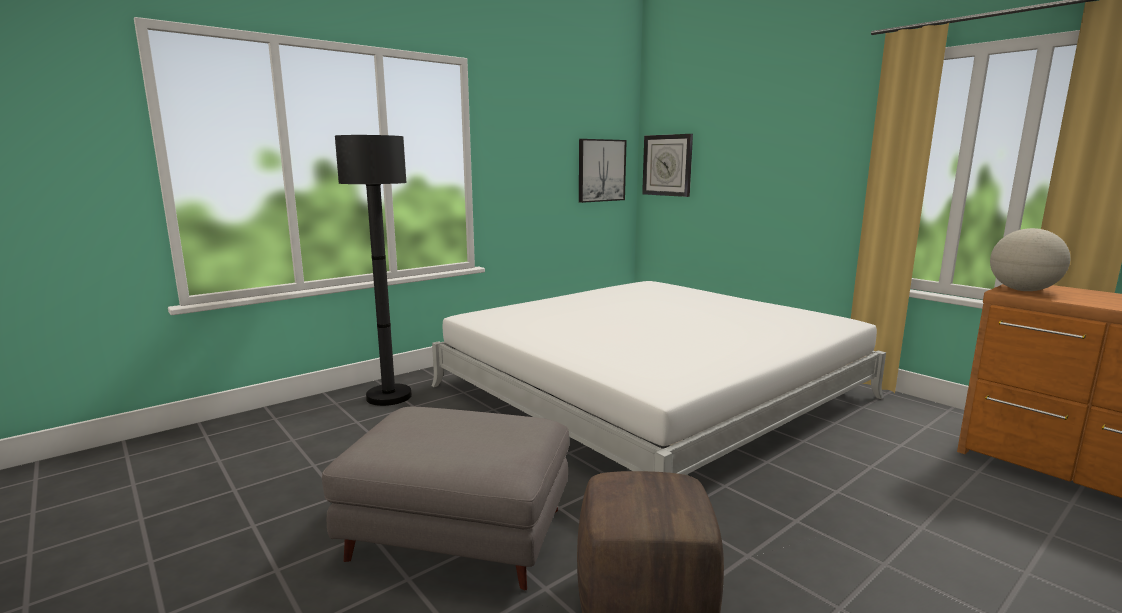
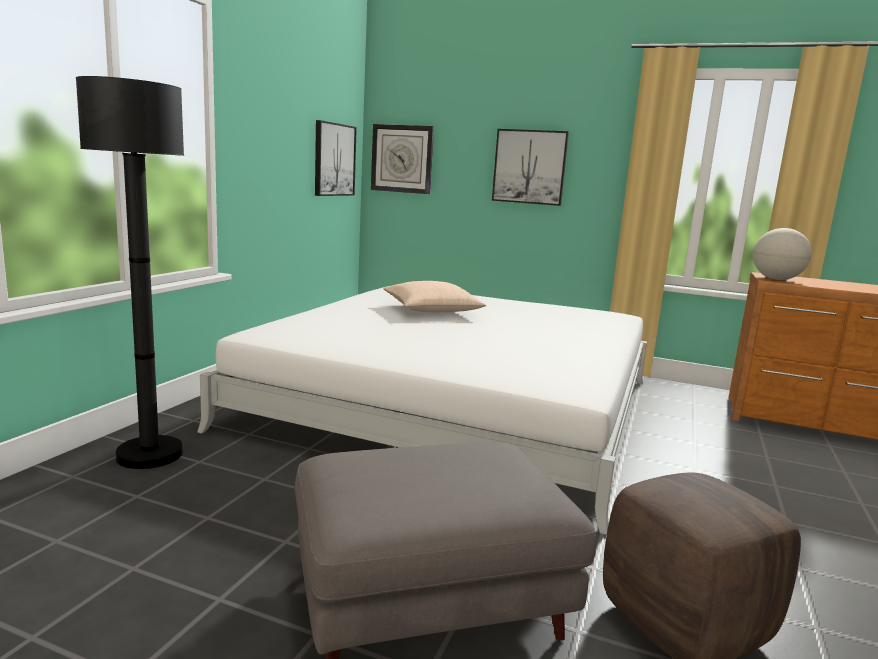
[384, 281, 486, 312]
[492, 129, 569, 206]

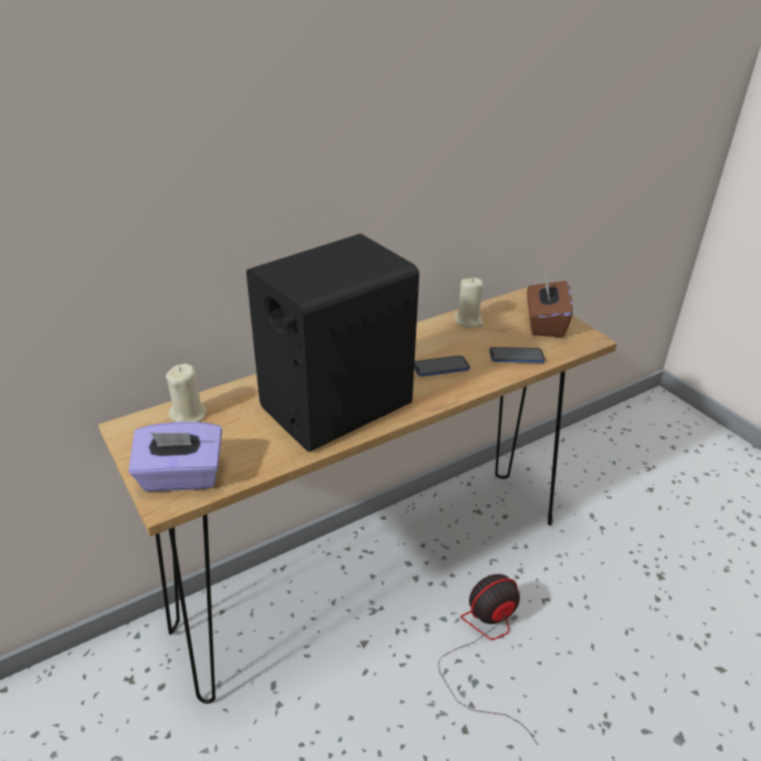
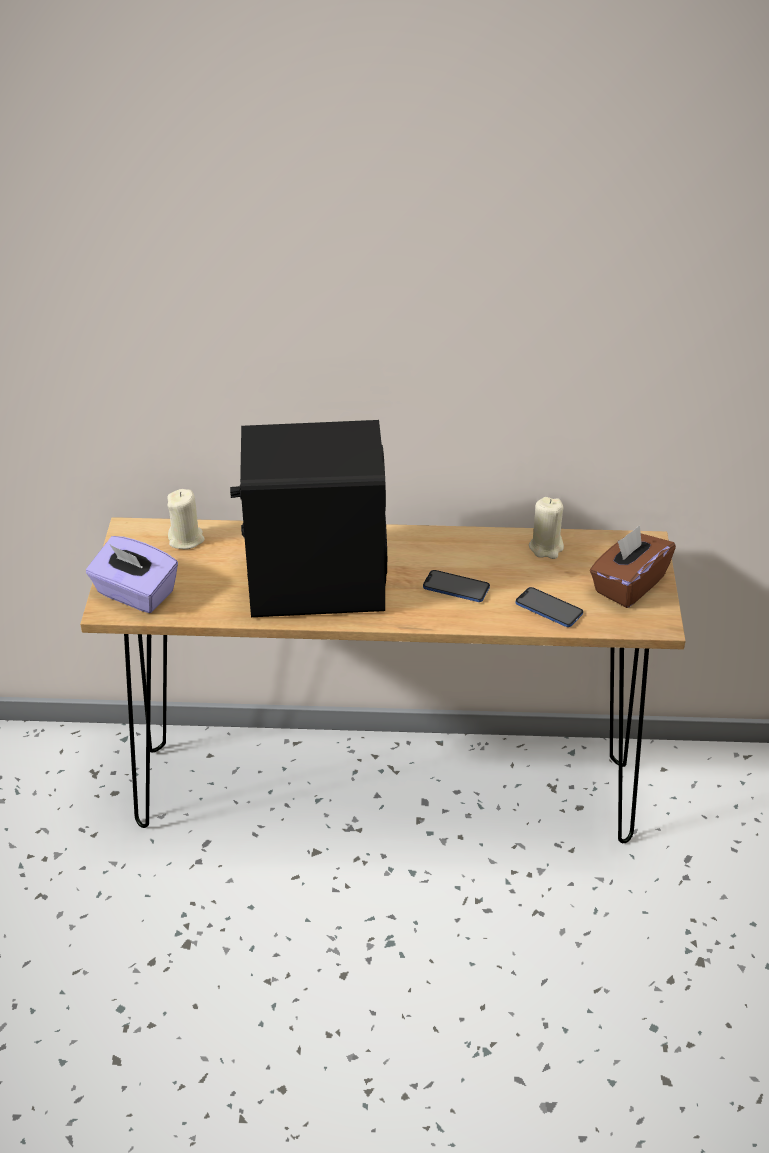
[438, 574, 538, 745] (first image)

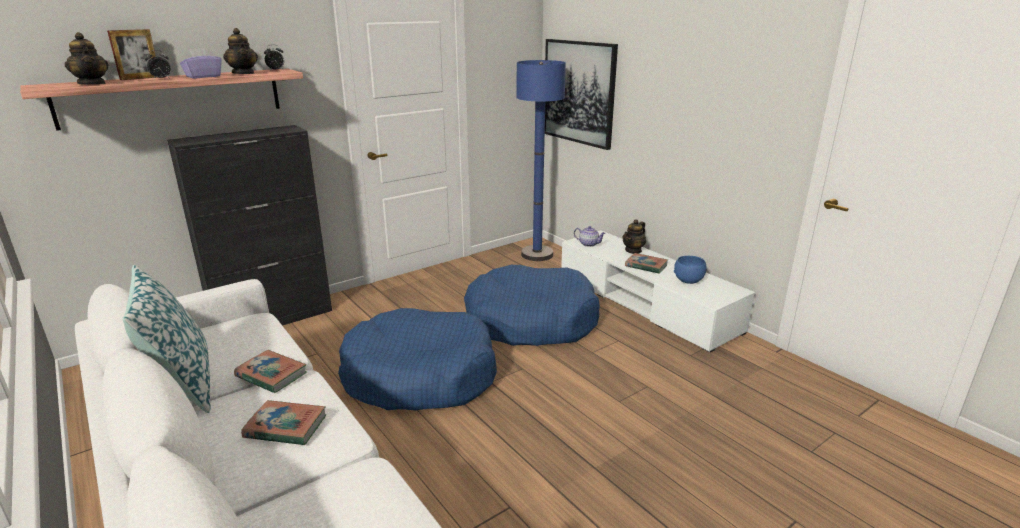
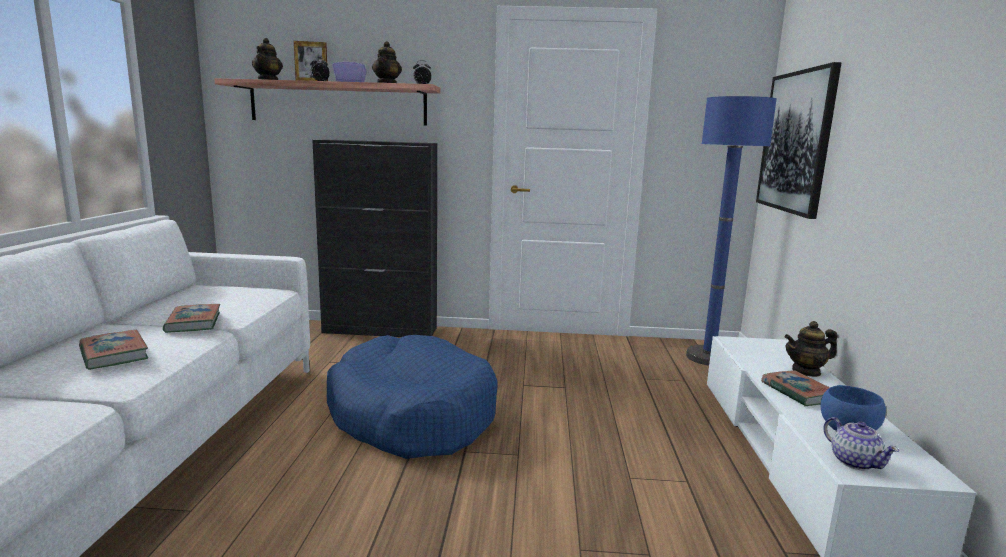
[123, 265, 210, 413] (first image)
[464, 265, 600, 346] (first image)
[823, 417, 899, 471]

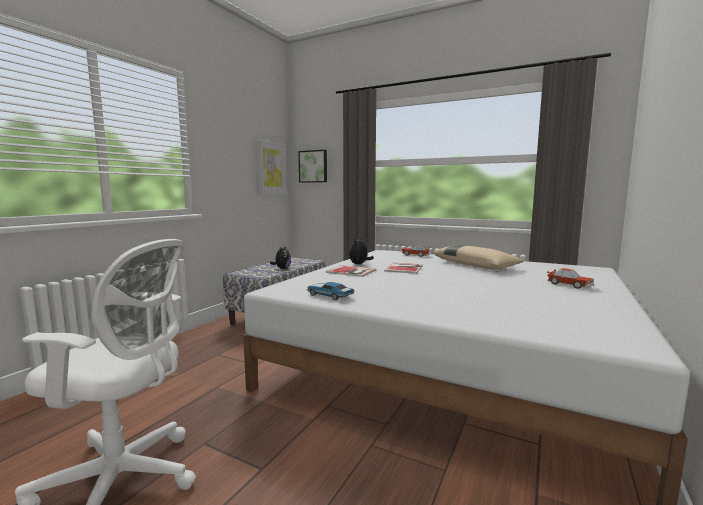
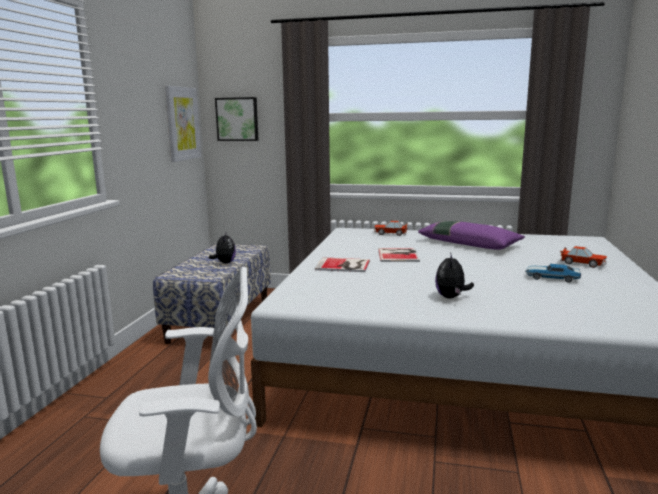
[525, 264, 581, 283]
[435, 252, 474, 299]
[418, 221, 525, 250]

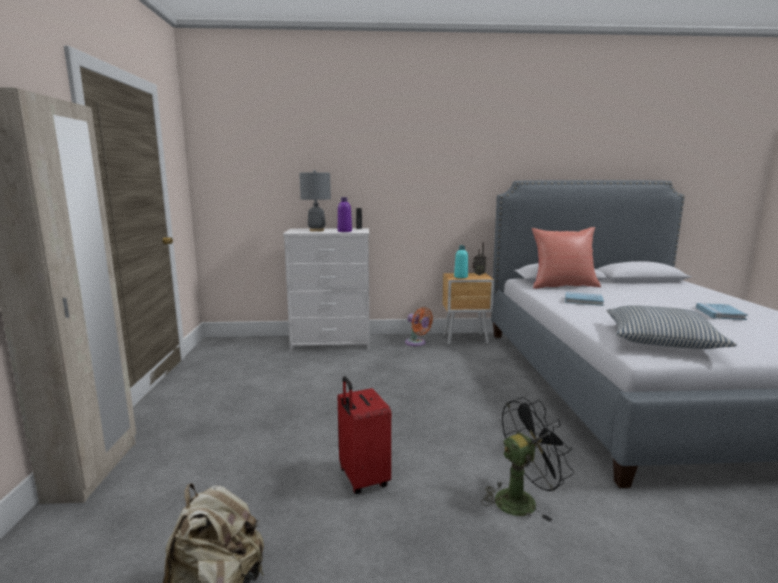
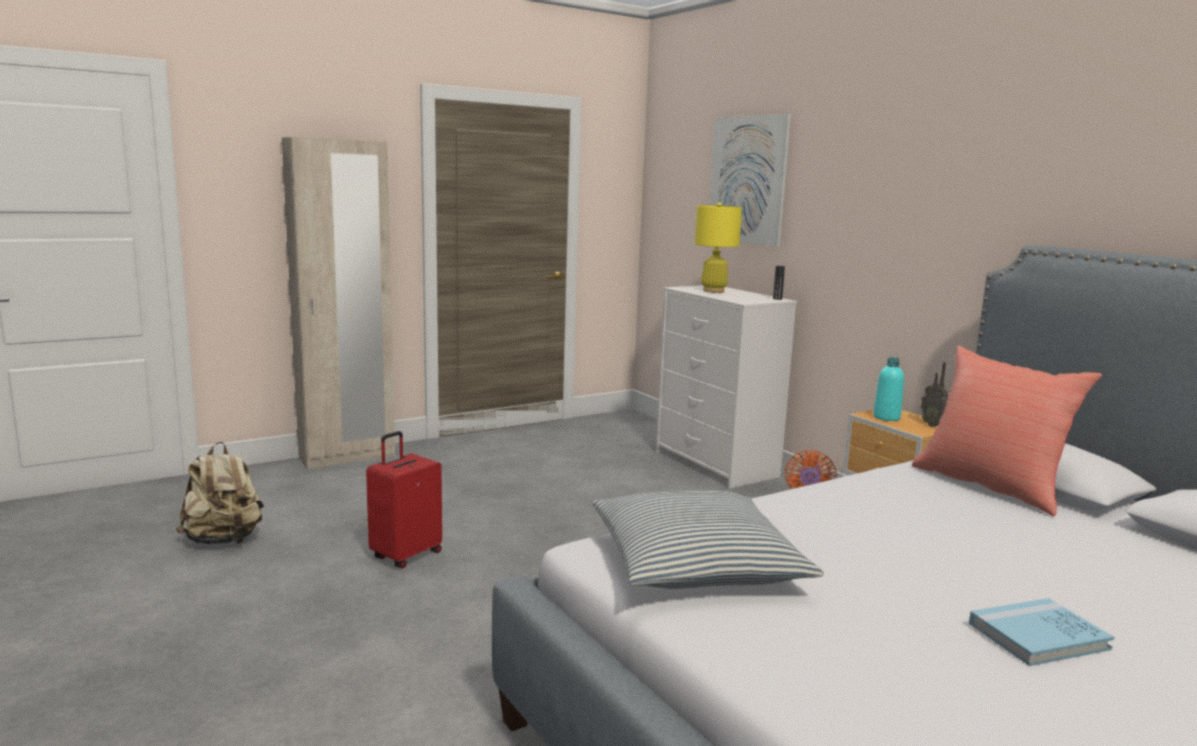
[695, 202, 742, 293]
[338, 197, 352, 232] (first image)
[481, 397, 574, 522] (first image)
[565, 292, 604, 306] (first image)
[709, 114, 791, 247]

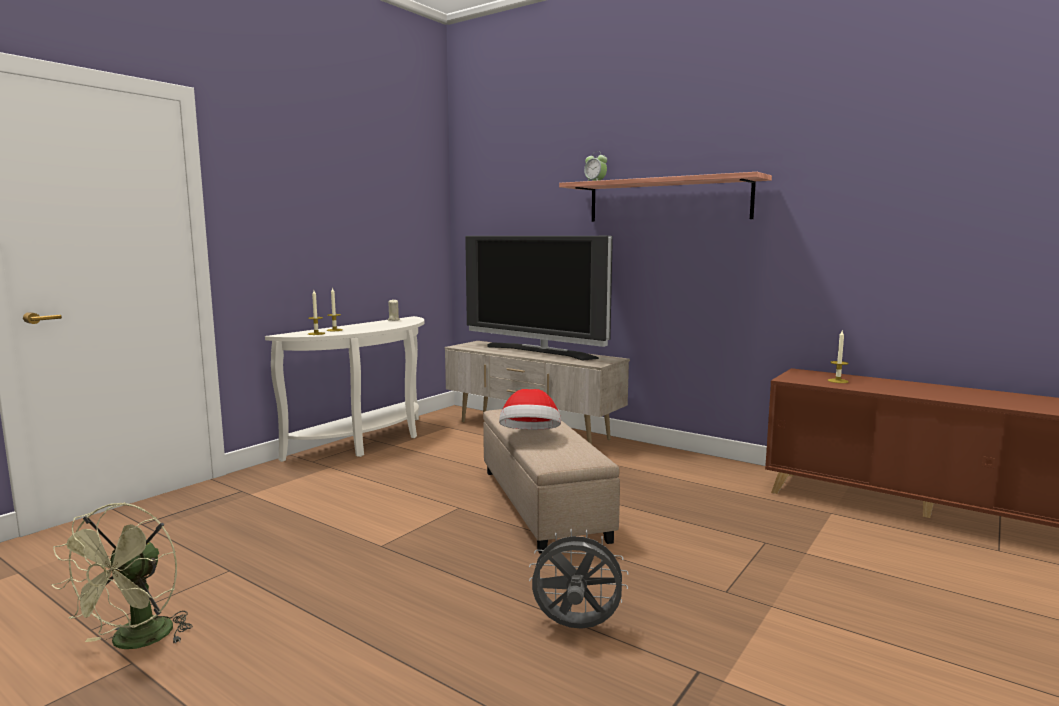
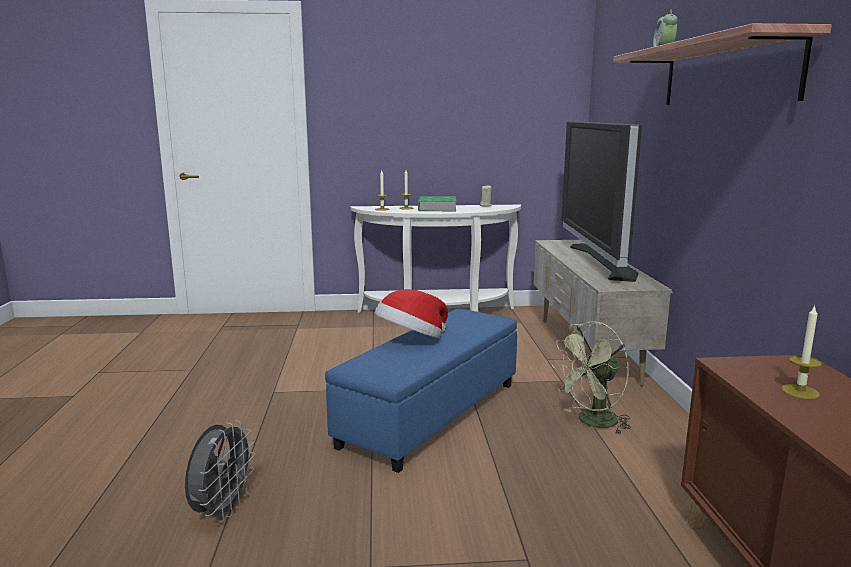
[552, 321, 631, 435]
[325, 309, 517, 473]
[185, 420, 256, 522]
[418, 196, 456, 211]

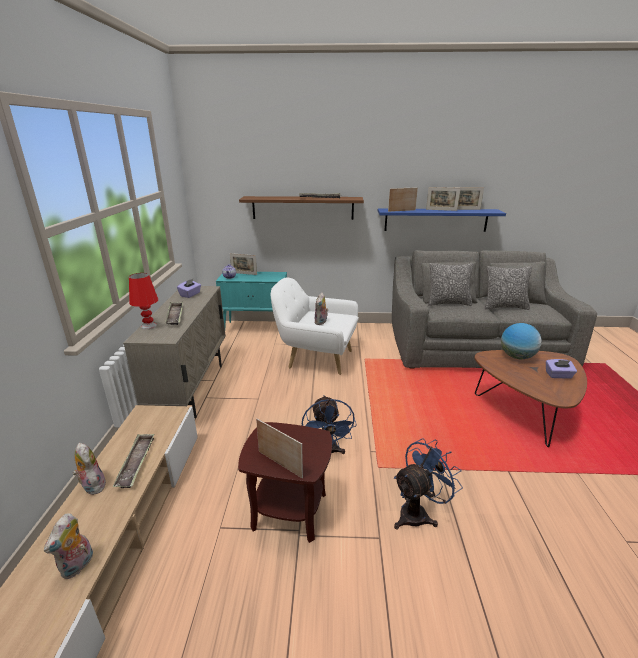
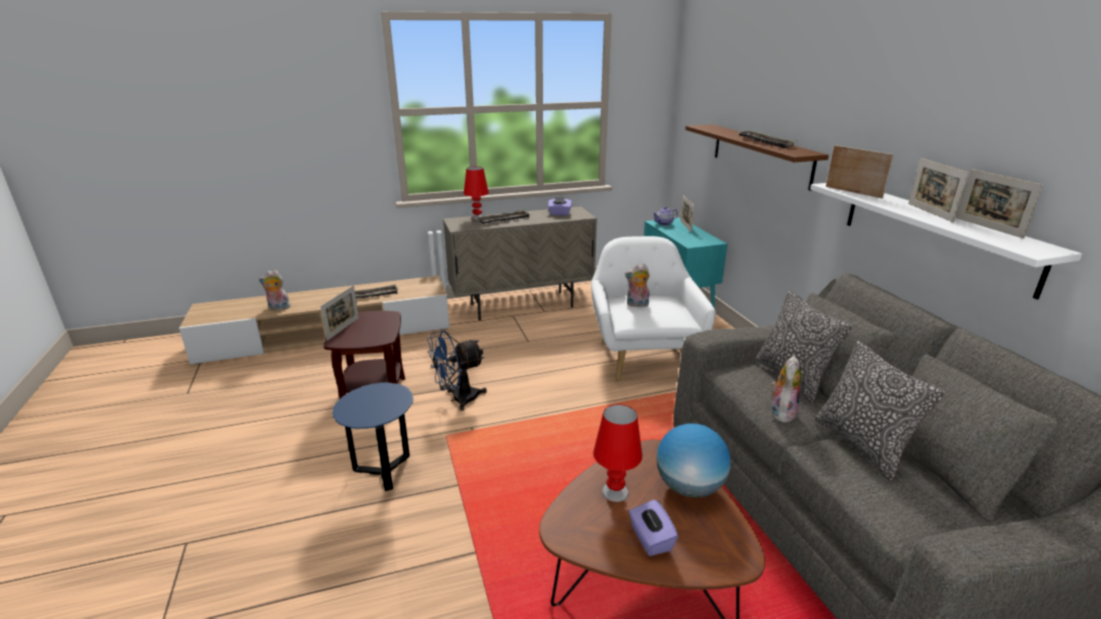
[771, 355, 801, 423]
[810, 183, 1082, 299]
[332, 382, 413, 491]
[593, 404, 642, 502]

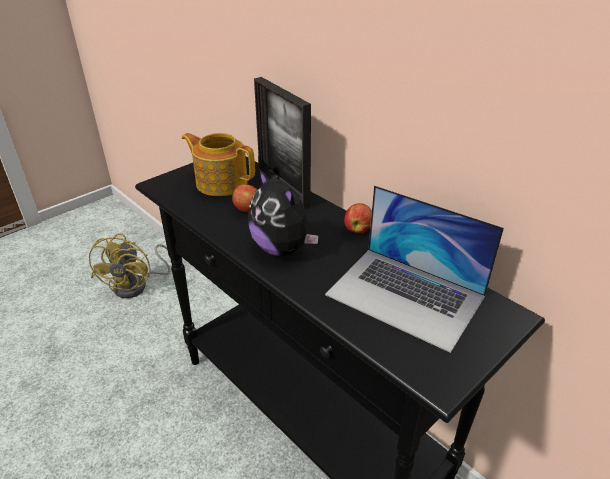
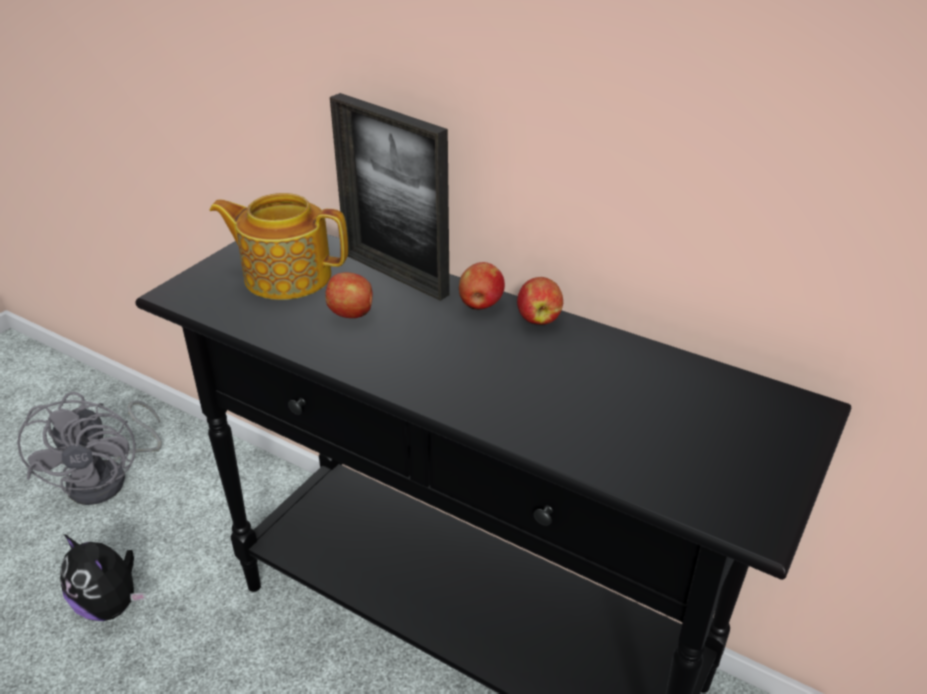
[17, 392, 162, 505]
[60, 534, 147, 621]
[325, 185, 504, 353] (first image)
[459, 262, 505, 310]

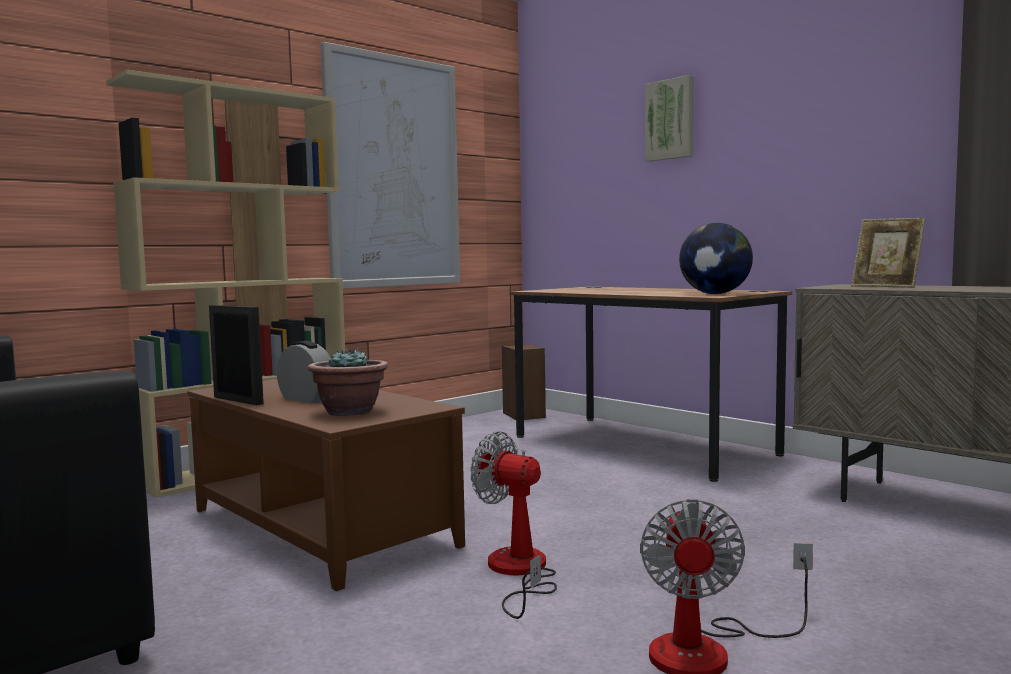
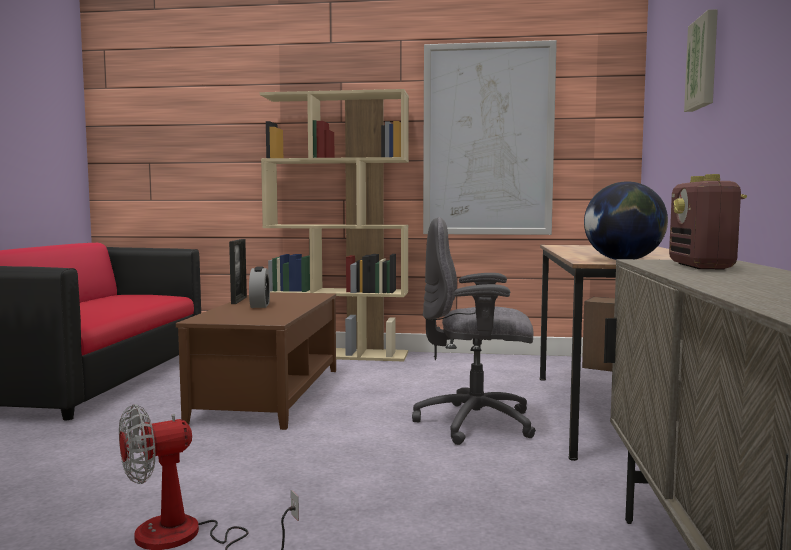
[308, 348, 388, 416] (first image)
[470, 431, 557, 619] (first image)
[669, 174, 747, 269]
[412, 217, 536, 445]

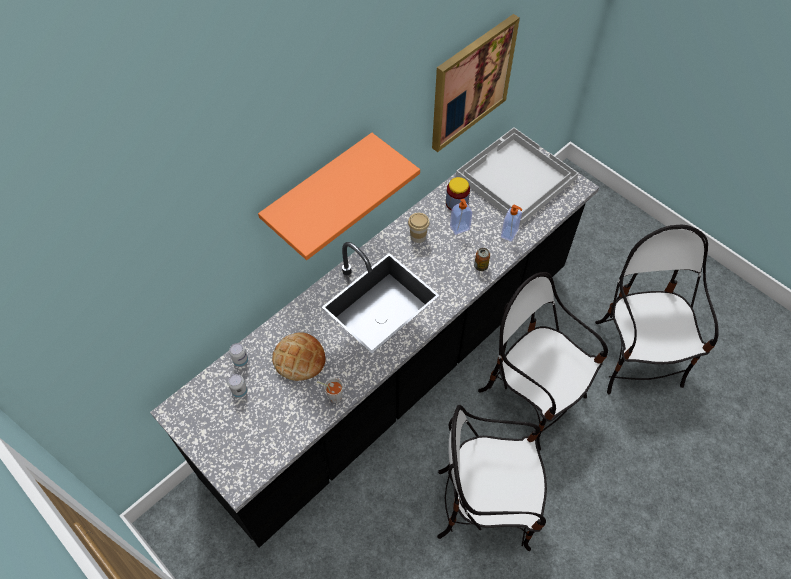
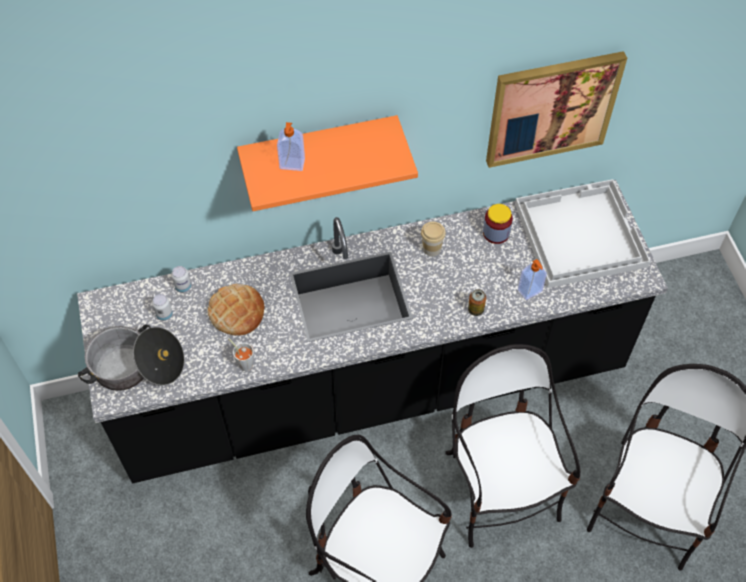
[277, 122, 305, 171]
[78, 324, 185, 391]

